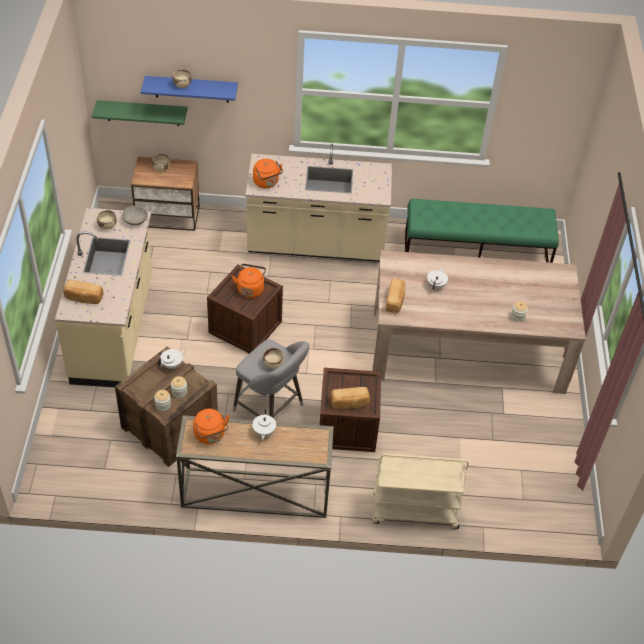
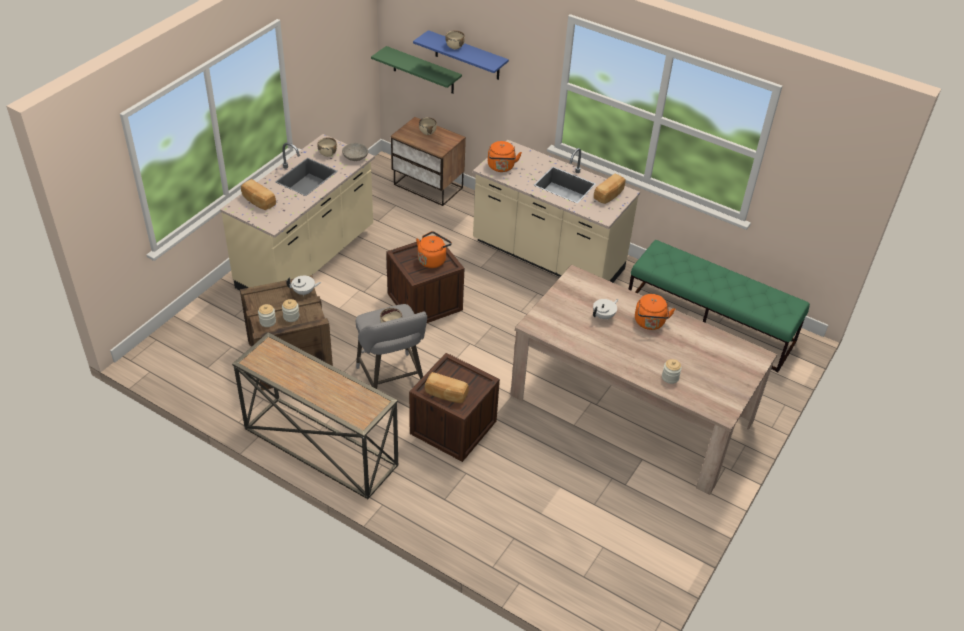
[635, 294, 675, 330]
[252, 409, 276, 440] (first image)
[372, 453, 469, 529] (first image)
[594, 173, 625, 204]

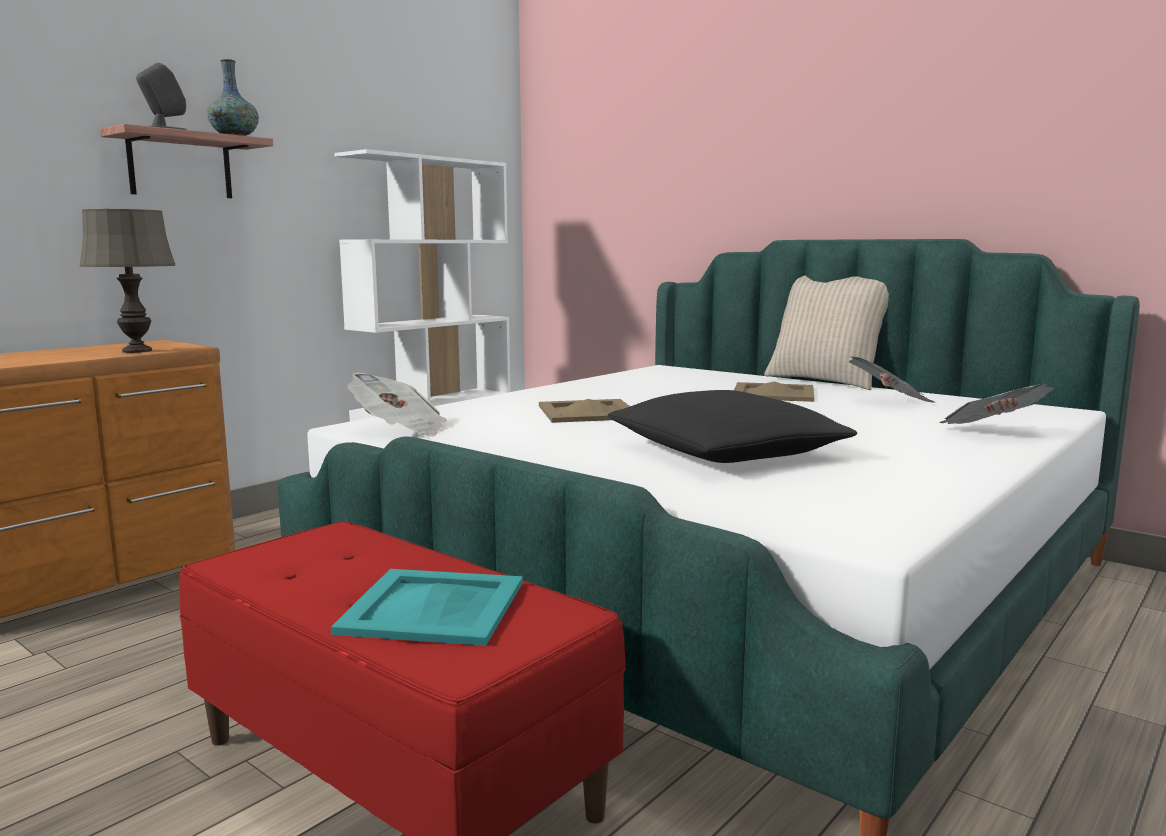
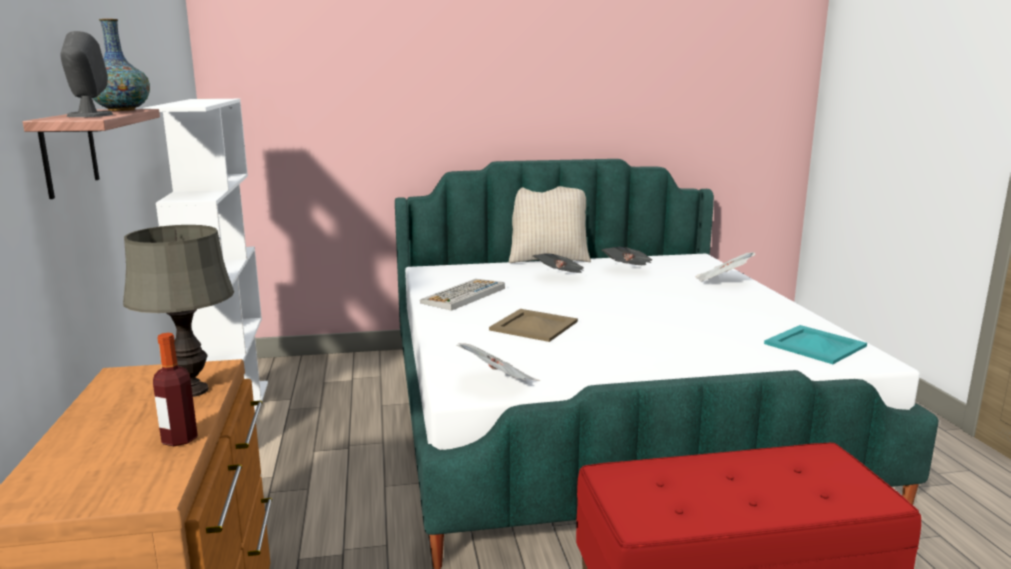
[764, 325, 867, 364]
[608, 390, 857, 463] (first image)
[533, 254, 585, 273]
[153, 333, 198, 446]
[420, 279, 505, 311]

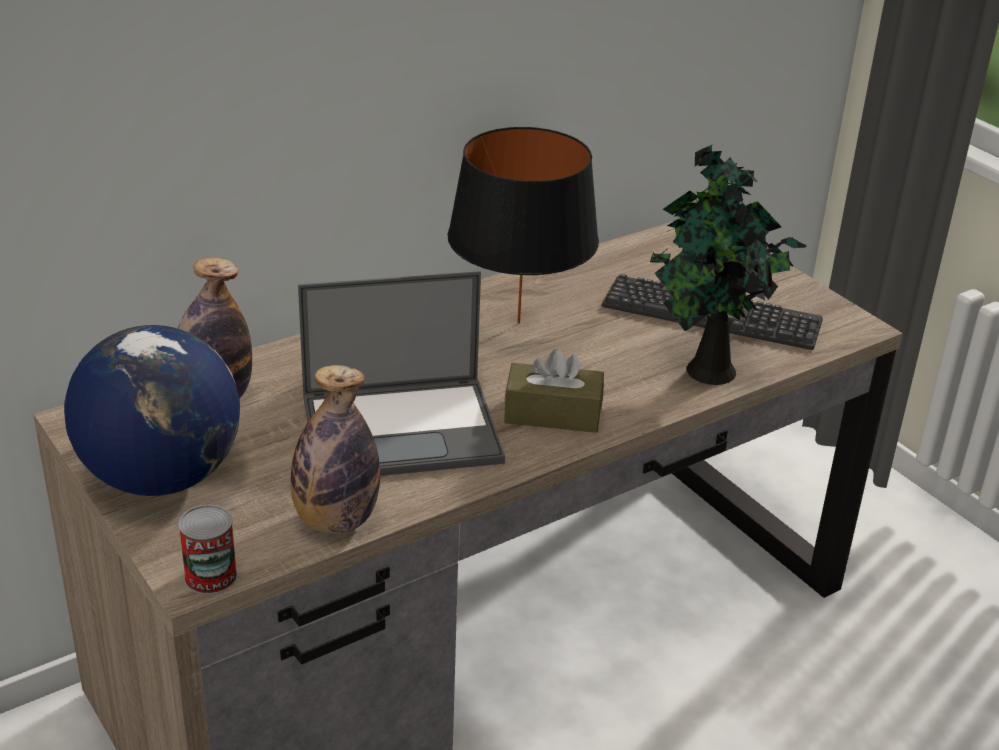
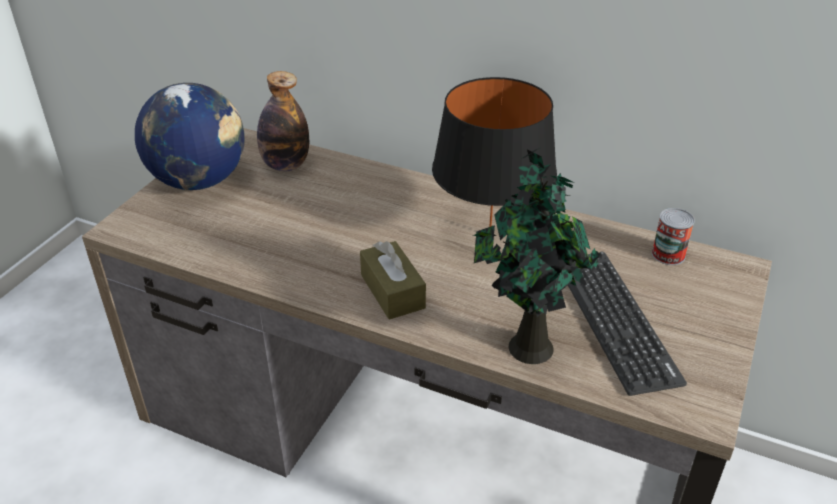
[652, 208, 695, 265]
[291, 365, 380, 534] (first image)
[298, 271, 505, 476] (first image)

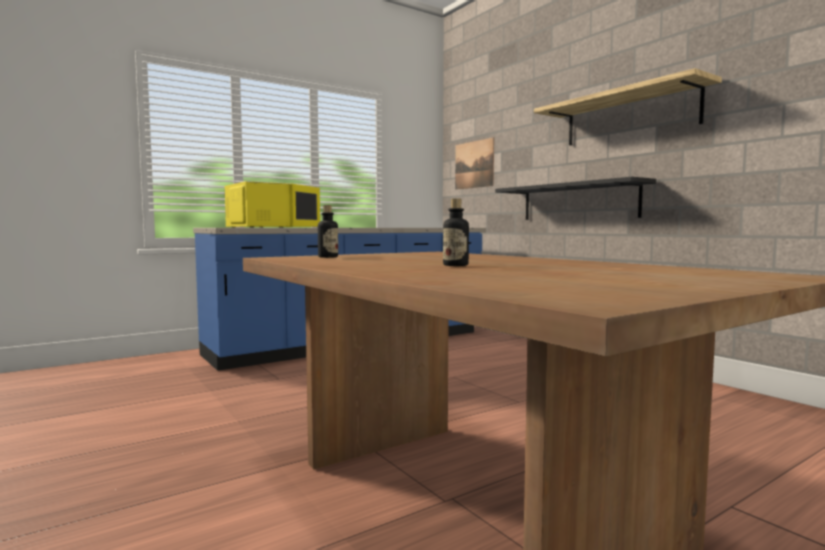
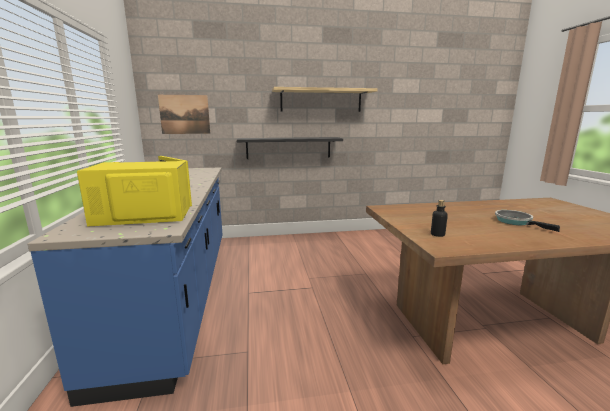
[495, 210, 560, 232]

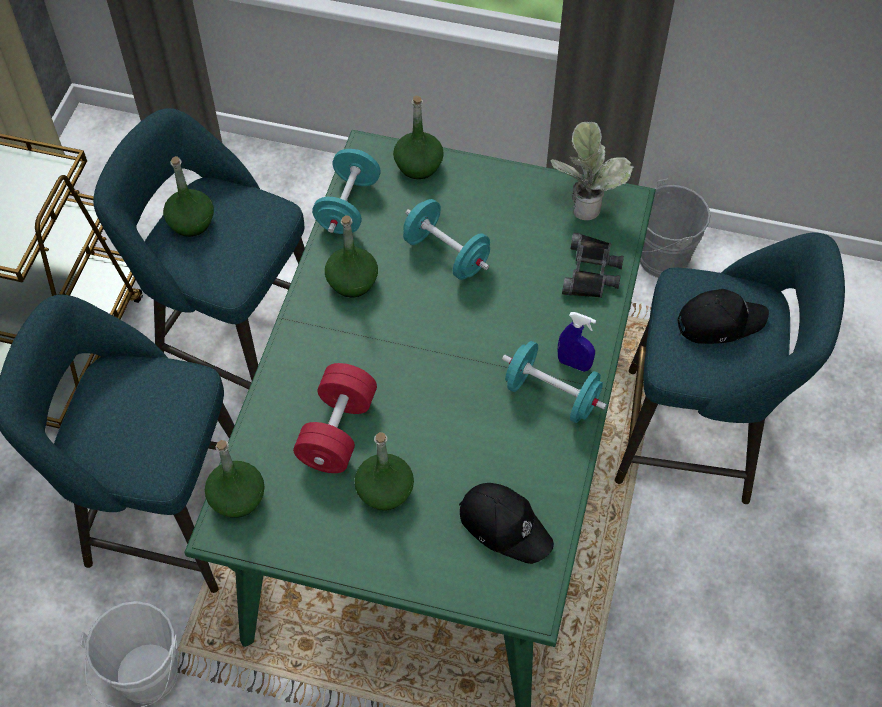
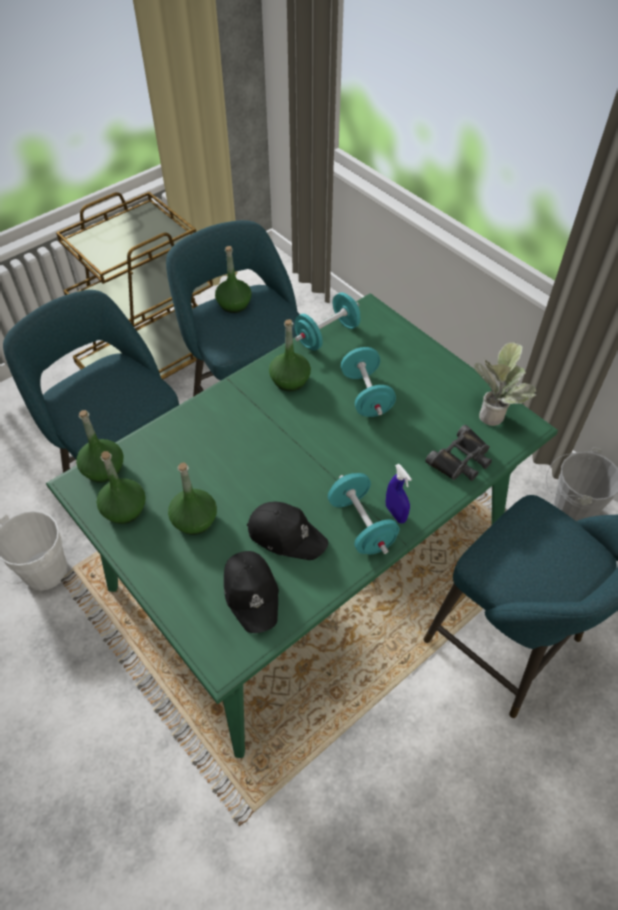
[293, 363, 377, 473] (first image)
[97, 451, 146, 524]
[247, 502, 328, 560]

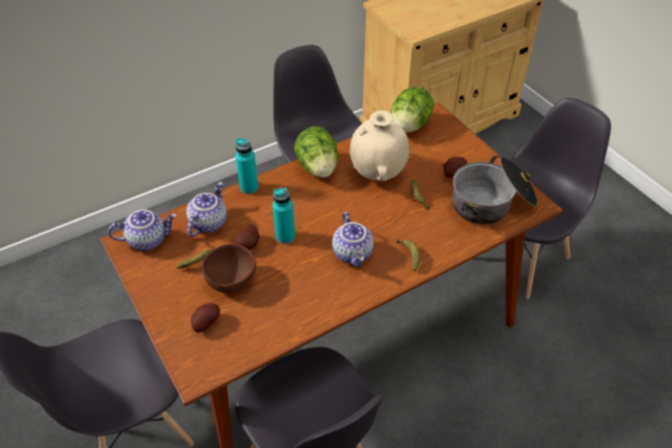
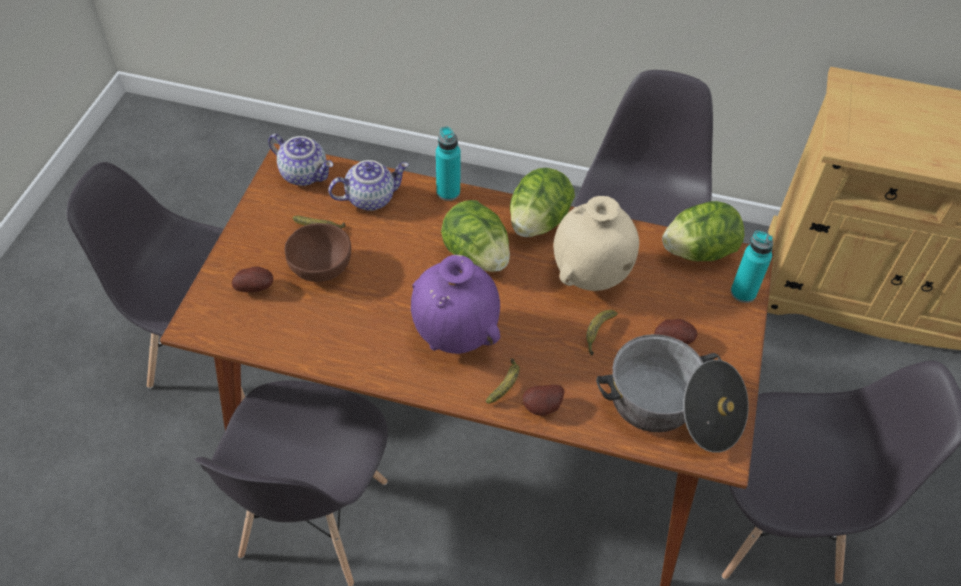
[523, 385, 565, 416]
[731, 231, 773, 303]
[411, 255, 500, 354]
[441, 200, 510, 272]

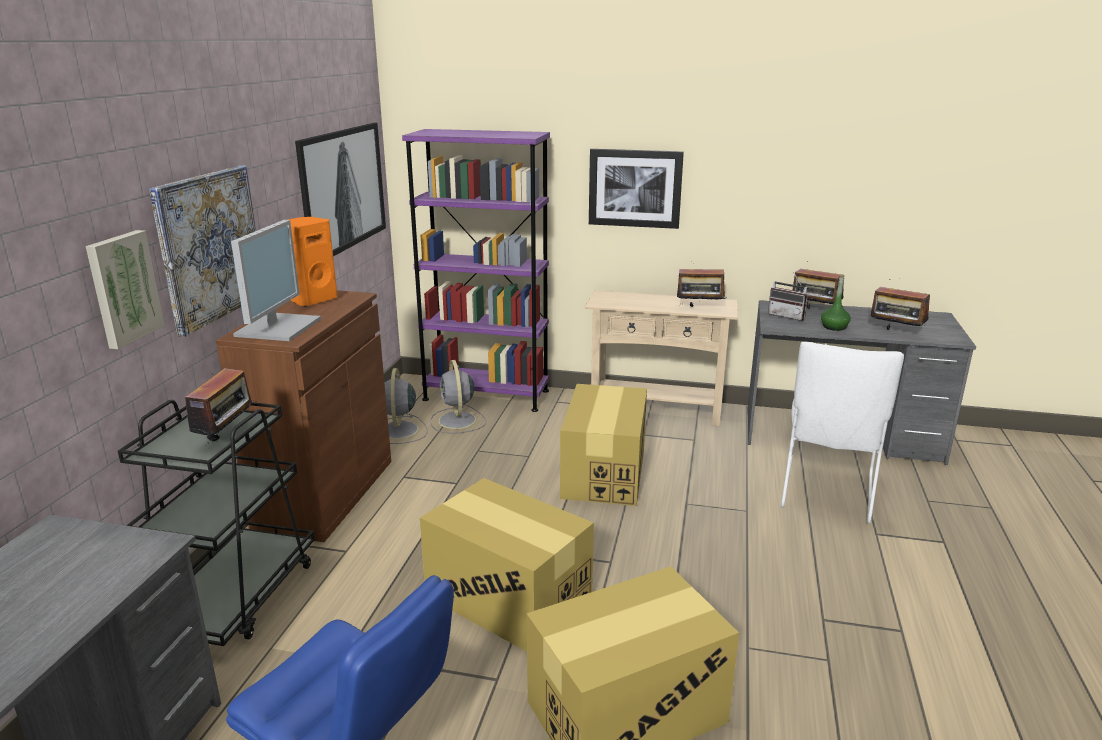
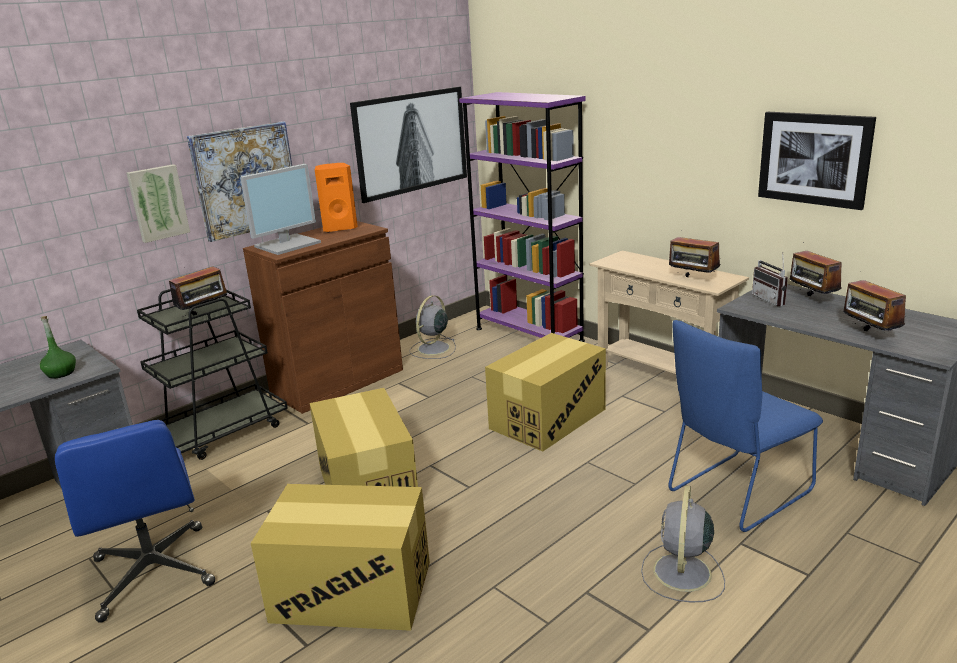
[641, 486, 725, 603]
[758, 112, 876, 210]
[668, 320, 823, 532]
[40, 316, 76, 378]

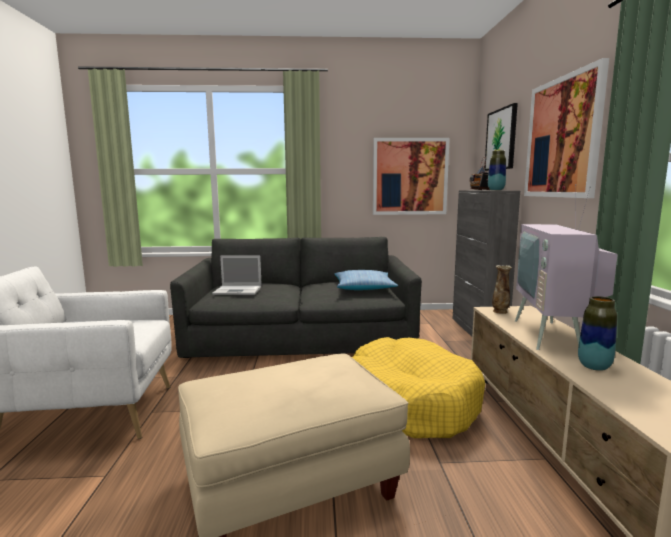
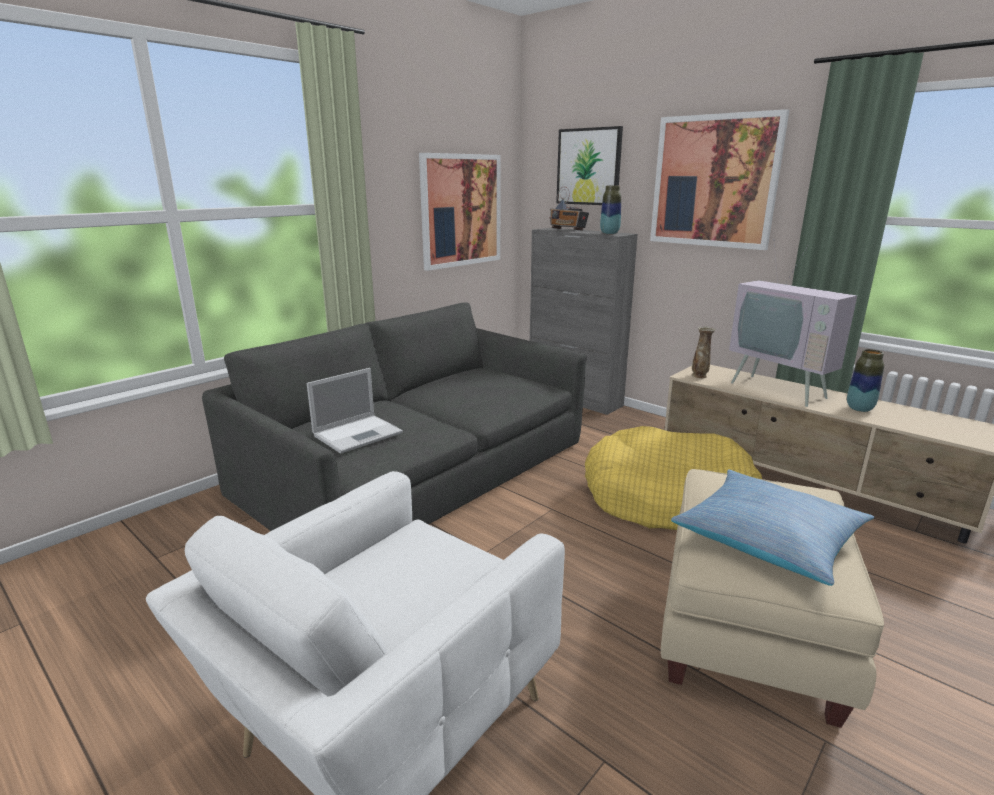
[671, 469, 875, 586]

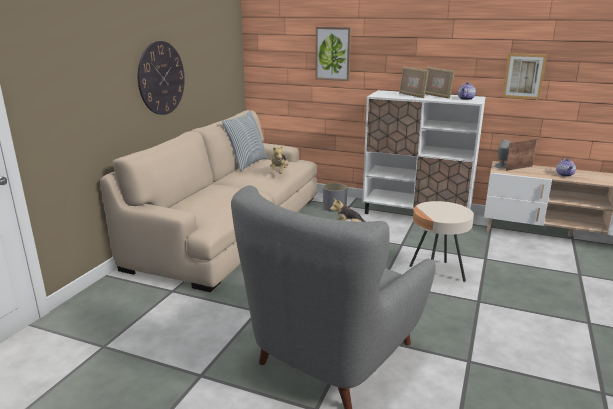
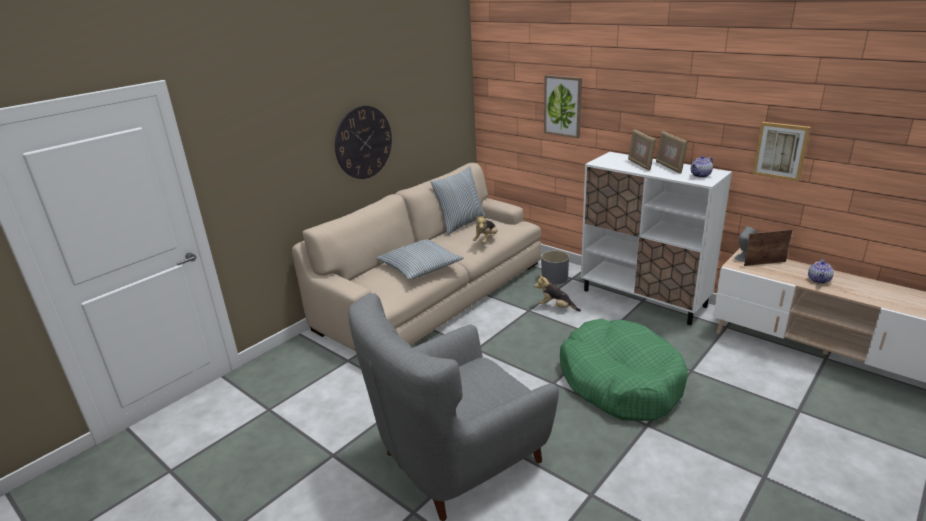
[560, 319, 688, 421]
[376, 239, 464, 279]

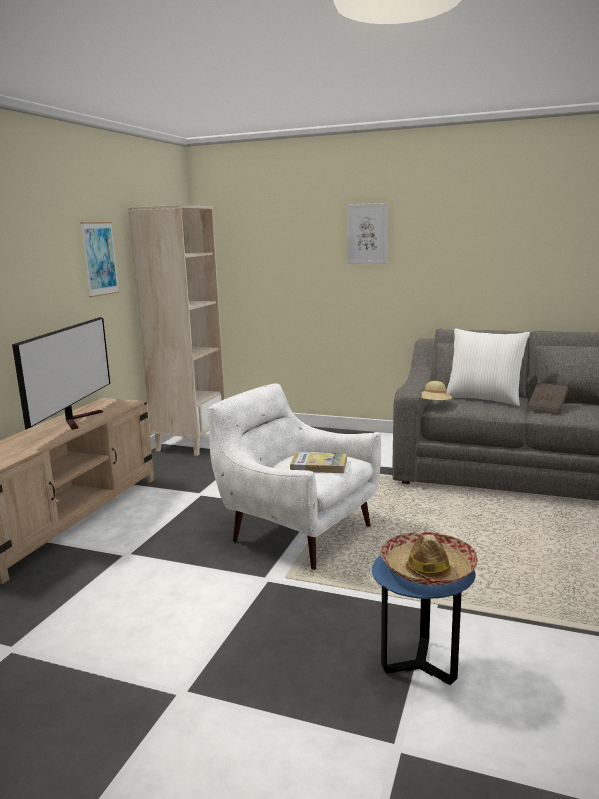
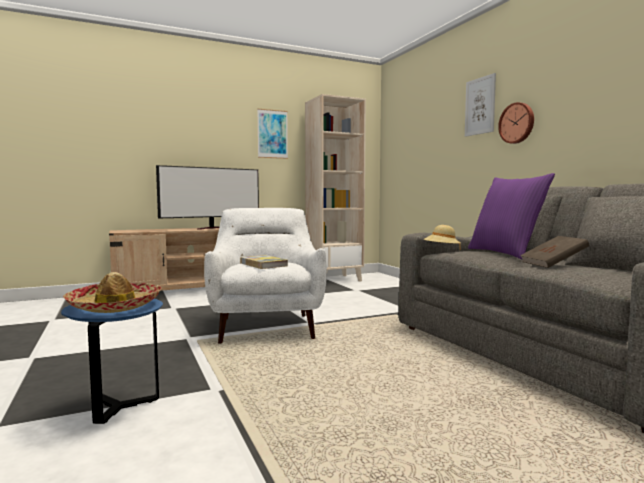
[468, 173, 555, 260]
[498, 102, 534, 144]

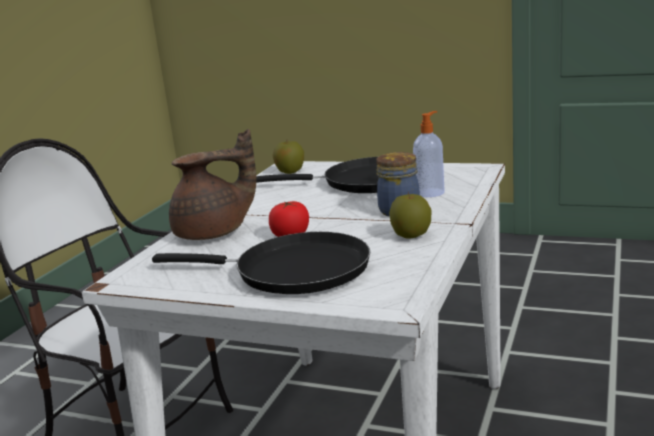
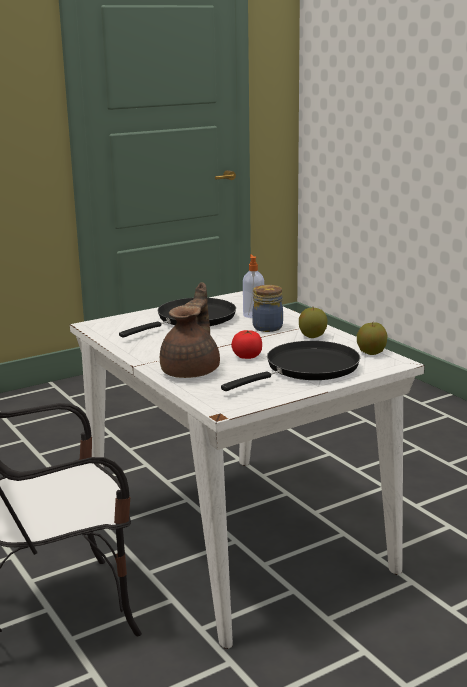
[357, 322, 388, 355]

